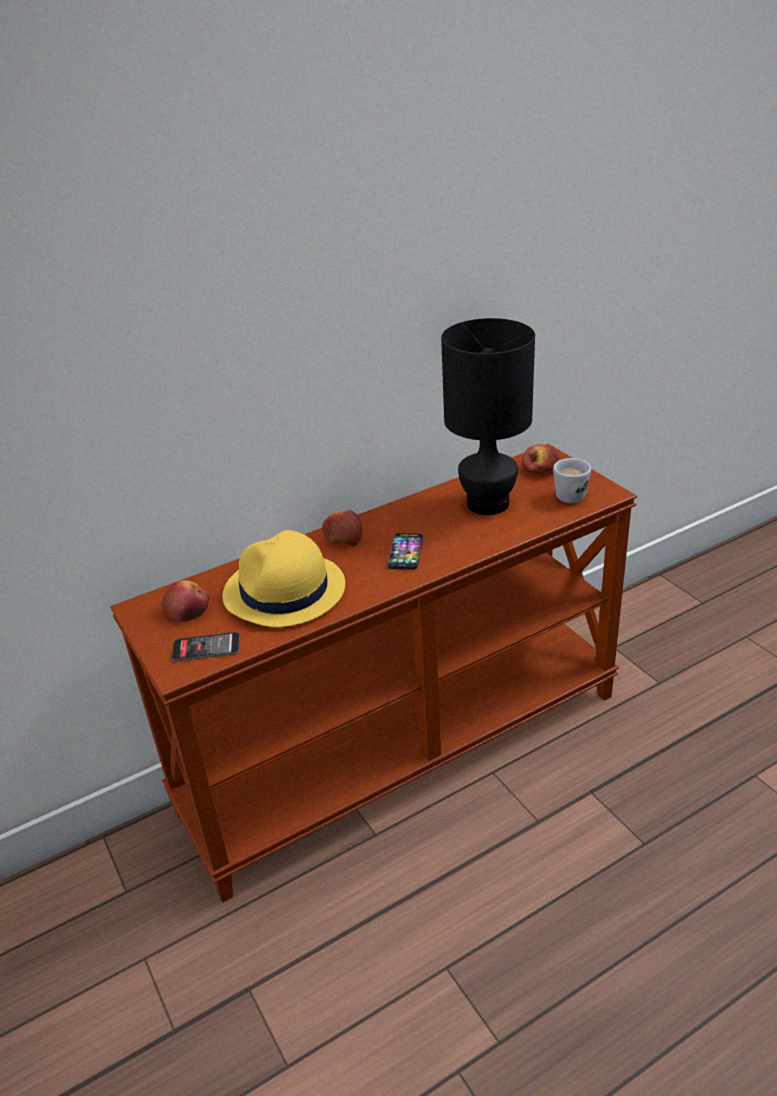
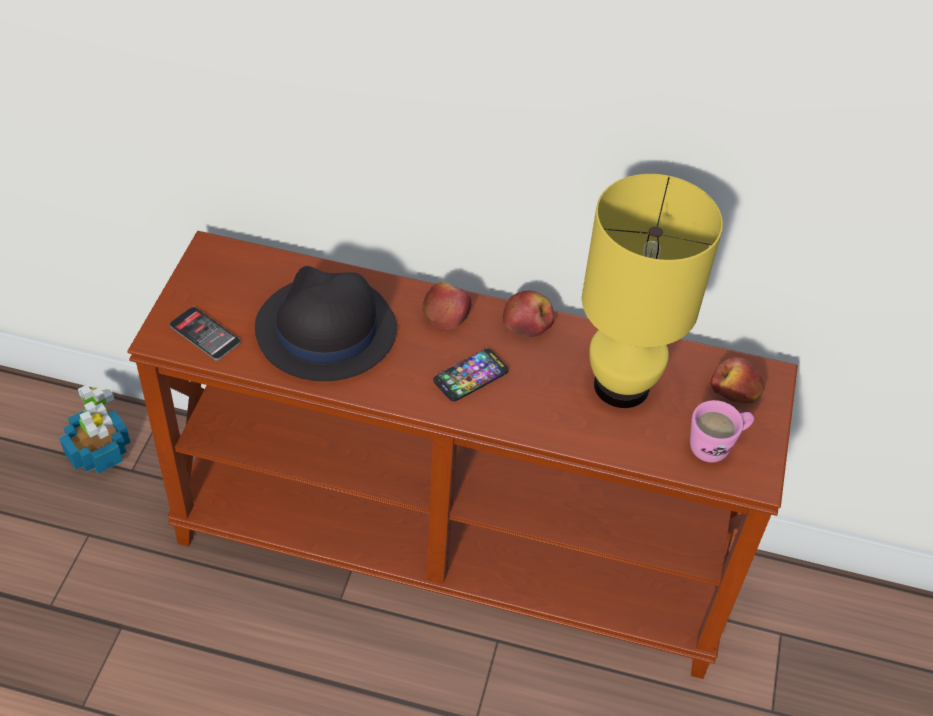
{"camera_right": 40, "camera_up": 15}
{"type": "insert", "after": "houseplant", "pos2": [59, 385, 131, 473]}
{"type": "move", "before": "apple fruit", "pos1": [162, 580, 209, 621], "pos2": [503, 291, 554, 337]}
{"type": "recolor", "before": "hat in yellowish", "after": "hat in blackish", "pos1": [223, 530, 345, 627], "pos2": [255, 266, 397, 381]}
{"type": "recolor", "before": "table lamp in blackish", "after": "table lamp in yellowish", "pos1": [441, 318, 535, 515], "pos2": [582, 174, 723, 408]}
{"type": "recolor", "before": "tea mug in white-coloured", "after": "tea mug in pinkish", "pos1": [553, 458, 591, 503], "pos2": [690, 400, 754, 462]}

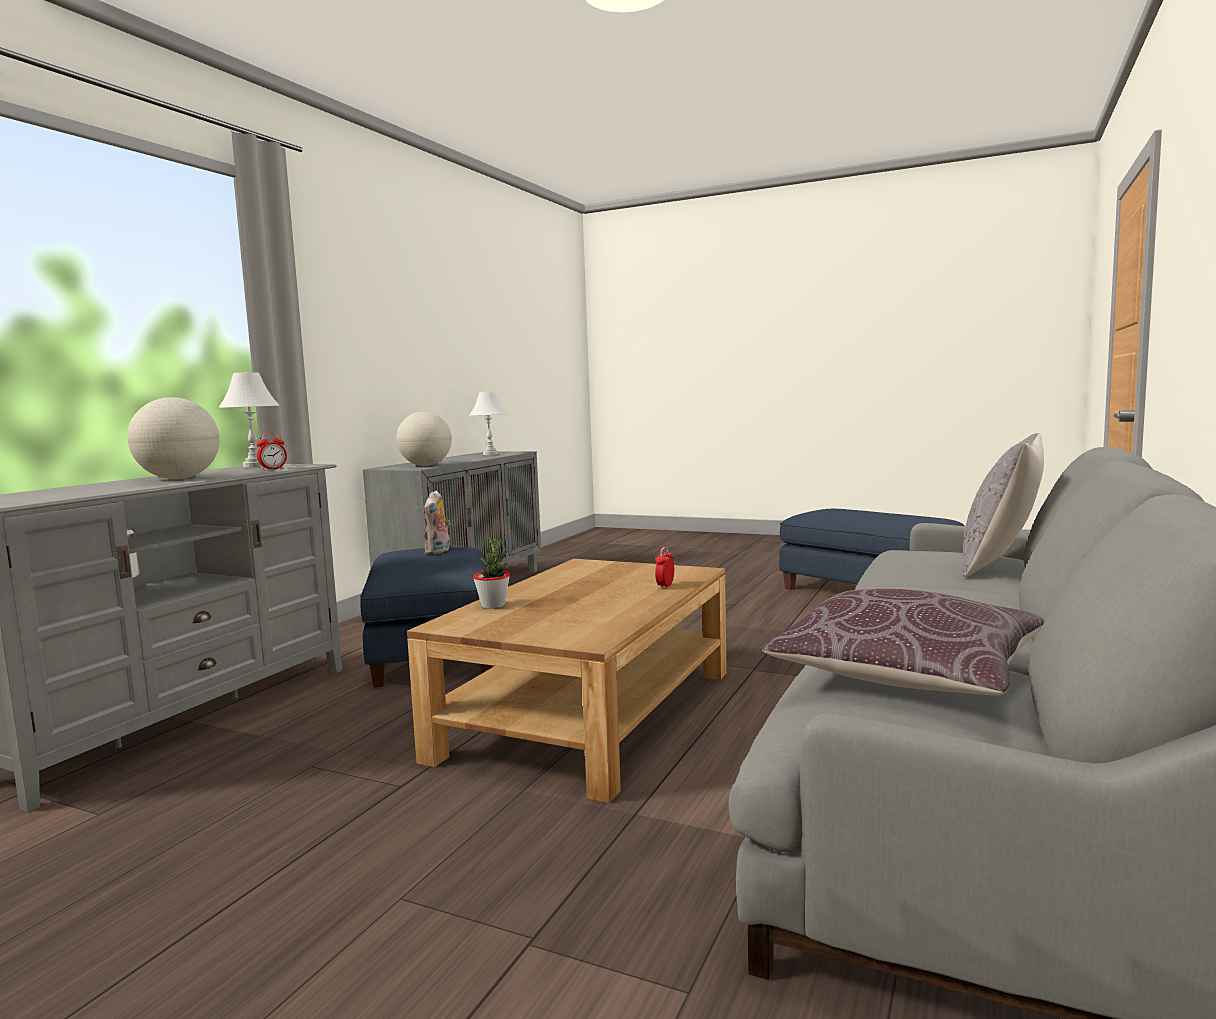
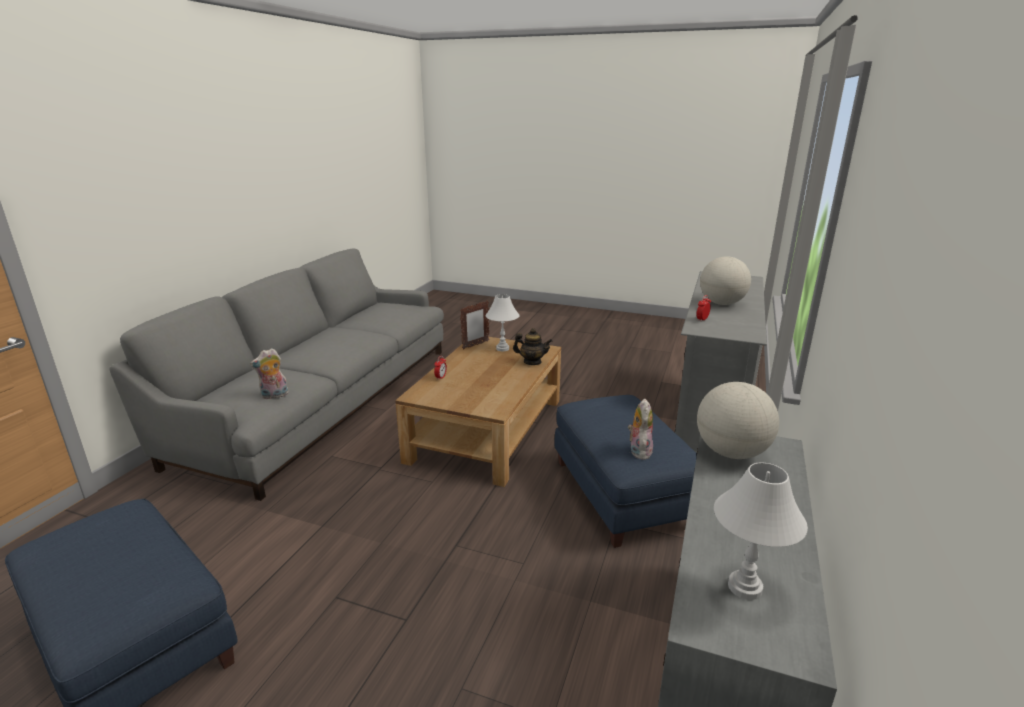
{"camera_right": 175, "camera_up": 15}
{"type": "delete", "before": "cushion in brown", "pos1": [762, 589, 1045, 695]}
{"type": "delete", "before": "cushion in greyish", "pos1": [962, 433, 1044, 577]}
{"type": "insert", "after": "plush toy", "pos2": [250, 348, 289, 399]}
{"type": "insert", "after": "picture frame", "pos2": [460, 301, 489, 349]}
{"type": "move", "before": "table lamp in white-coloured", "pos1": [218, 372, 280, 467], "pos2": [486, 294, 520, 351]}
{"type": "replace", "before": "houseplant", "after": "pot for tea", "pos1": [473, 536, 510, 609], "pos2": [513, 328, 552, 365]}

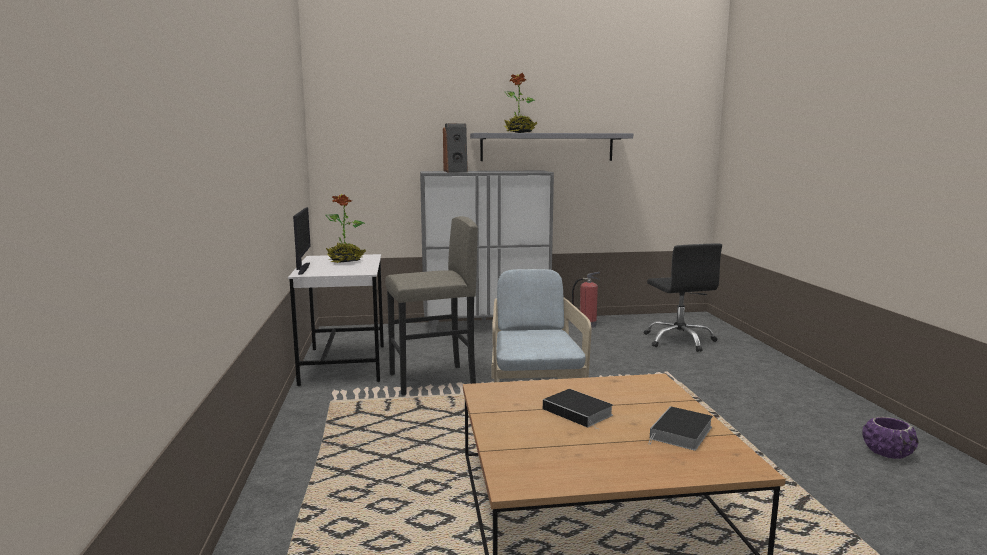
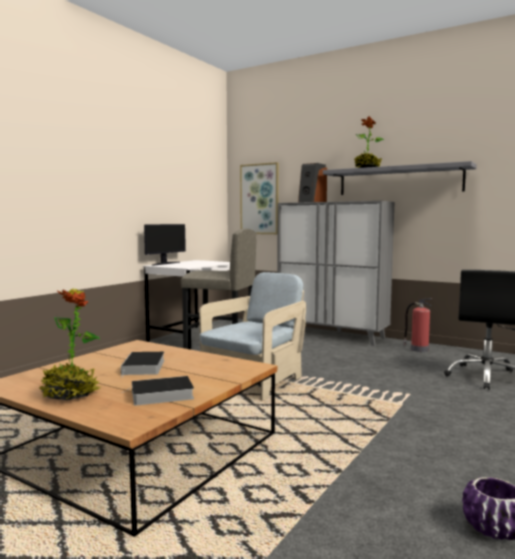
{"camera_right": 40, "camera_up": -5}
{"type": "insert", "after": "wall art", "pos2": [240, 162, 279, 234]}
{"type": "move", "before": "houseplant", "pos1": [325, 194, 366, 263], "pos2": [38, 288, 100, 400]}

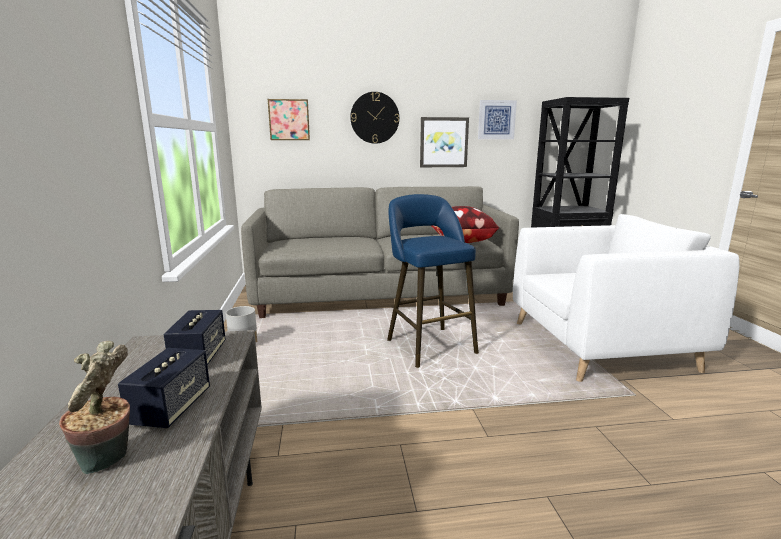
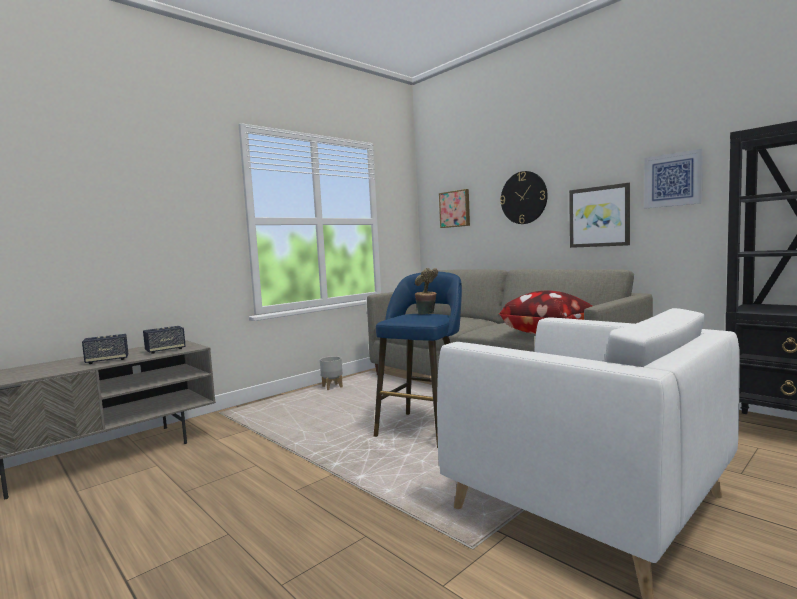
{"camera_right": 55, "camera_up": -10}
{"type": "move", "before": "houseplant", "pos1": [59, 341, 130, 474], "pos2": [415, 268, 438, 315]}

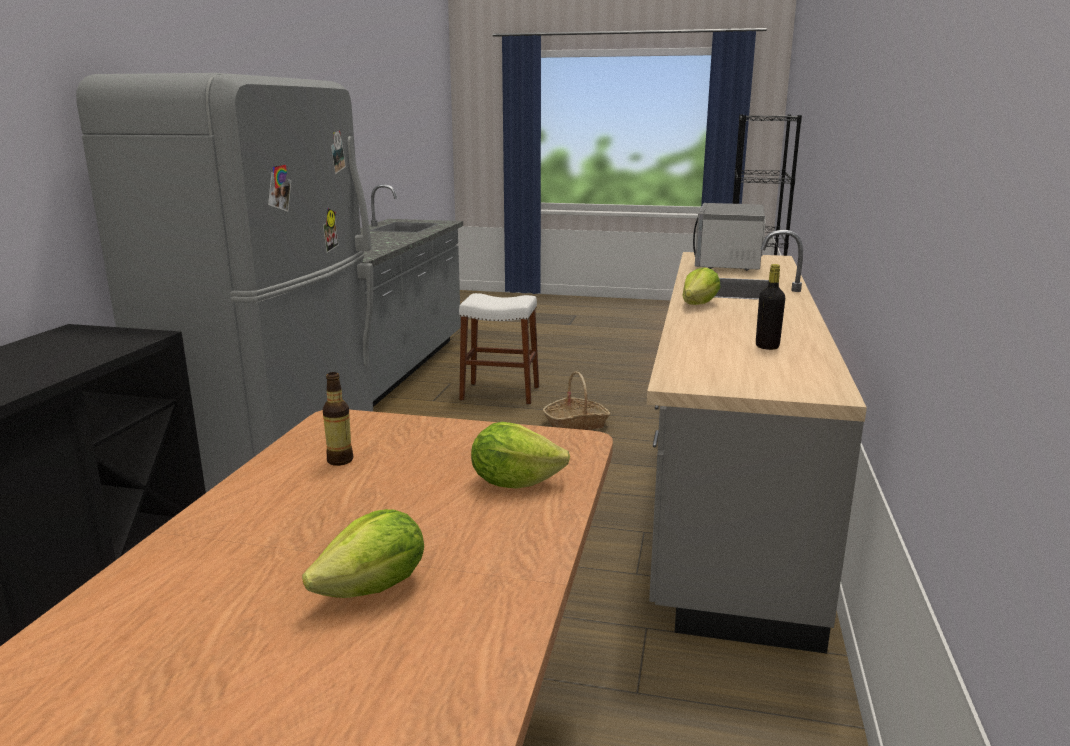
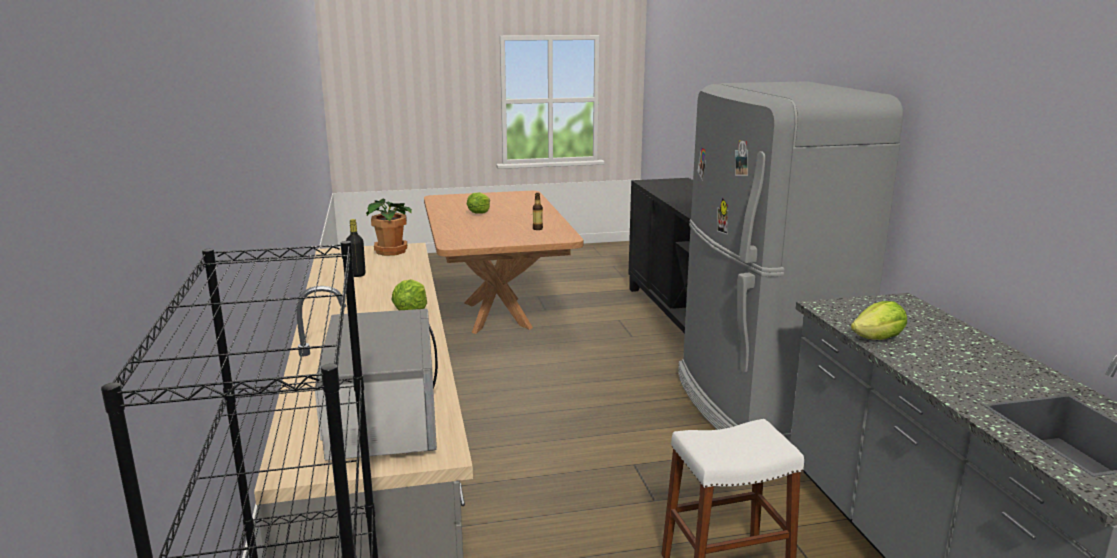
{"camera_right": 155, "camera_up": 0}
{"type": "delete", "before": "basket", "pos1": [543, 371, 611, 430]}
{"type": "insert", "after": "houseplant", "pos2": [366, 198, 412, 256]}
{"type": "move", "before": "head of lettuce", "pos1": [471, 422, 570, 489], "pos2": [851, 301, 907, 340]}

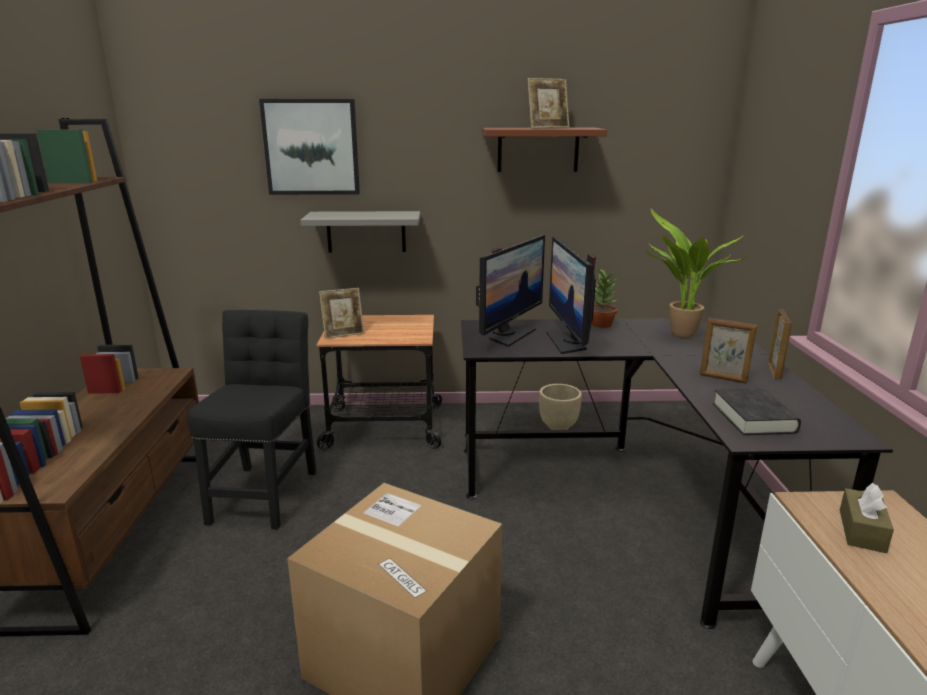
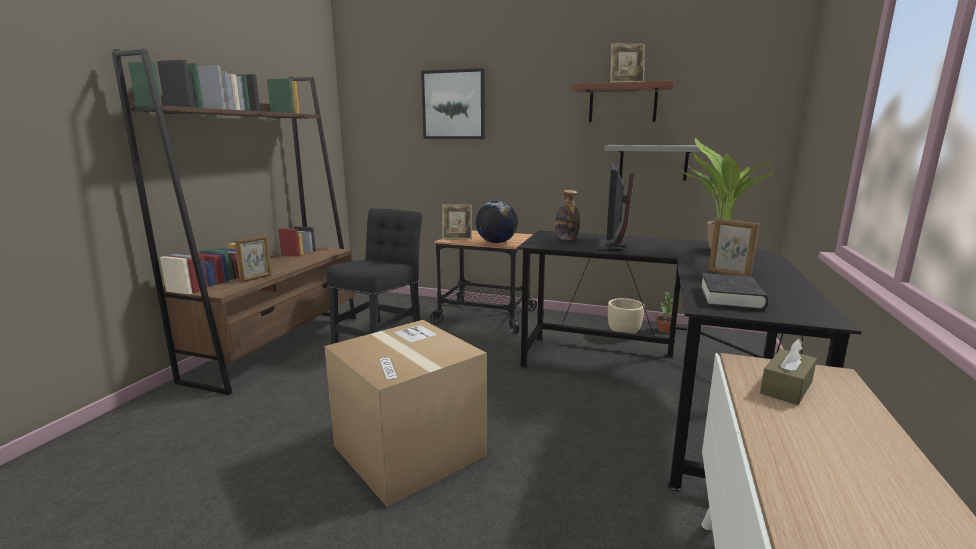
{"camera_right": 20, "camera_up": -5}
{"type": "insert", "after": "world globe", "pos2": [476, 201, 518, 243]}
{"type": "move", "before": "wall shelf in greyish", "pos1": [300, 211, 420, 253], "pos2": [604, 145, 707, 181]}
{"type": "move", "before": "houseplant", "pos1": [591, 268, 617, 328], "pos2": [656, 291, 677, 333]}
{"type": "move", "before": "picture frame", "pos1": [768, 309, 792, 380], "pos2": [234, 235, 272, 282]}
{"type": "replace", "before": "monitor", "after": "drink bottle", "pos1": [476, 235, 545, 347], "pos2": [555, 190, 580, 240]}

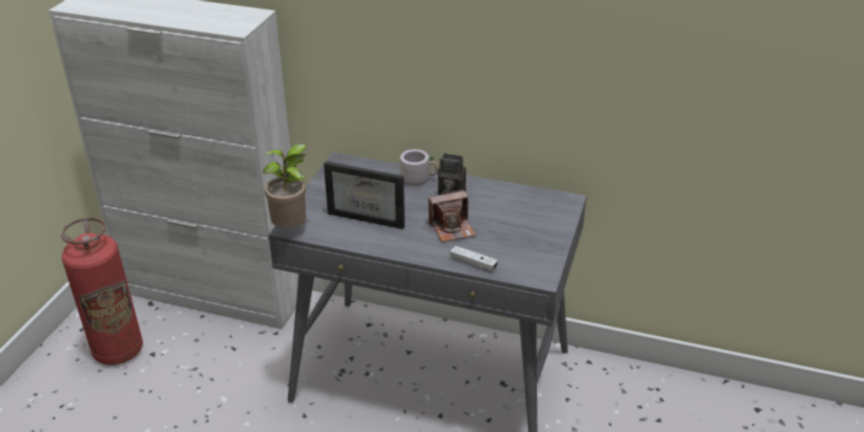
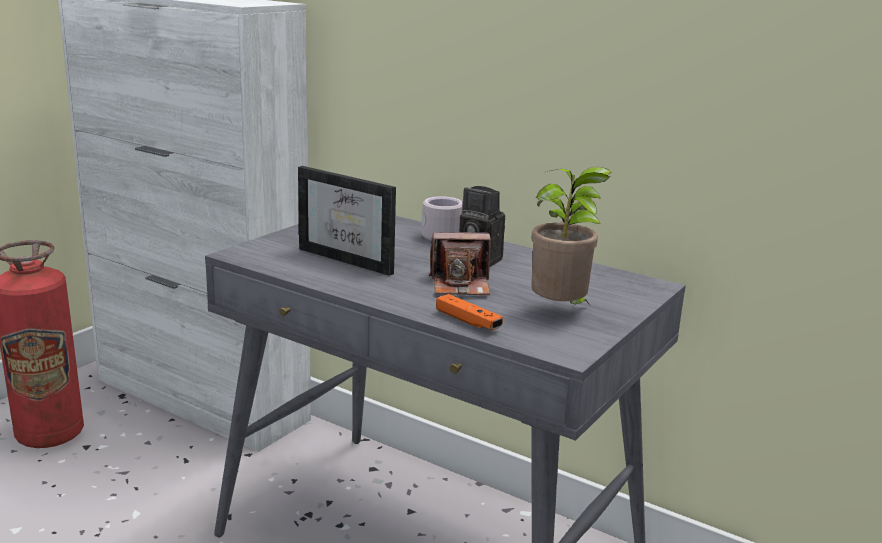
{"camera_right": 15, "camera_up": -15}
{"type": "move", "before": "houseplant", "pos1": [263, 144, 307, 228], "pos2": [531, 167, 612, 305]}
{"type": "recolor", "before": "gamepad in white-coloured", "after": "gamepad in orange-coloured", "pos1": [450, 246, 498, 270], "pos2": [436, 294, 503, 330]}

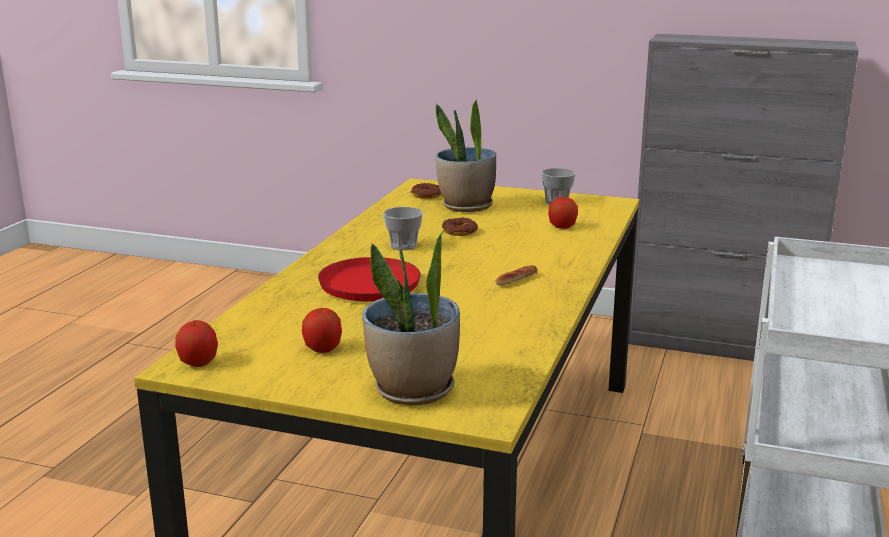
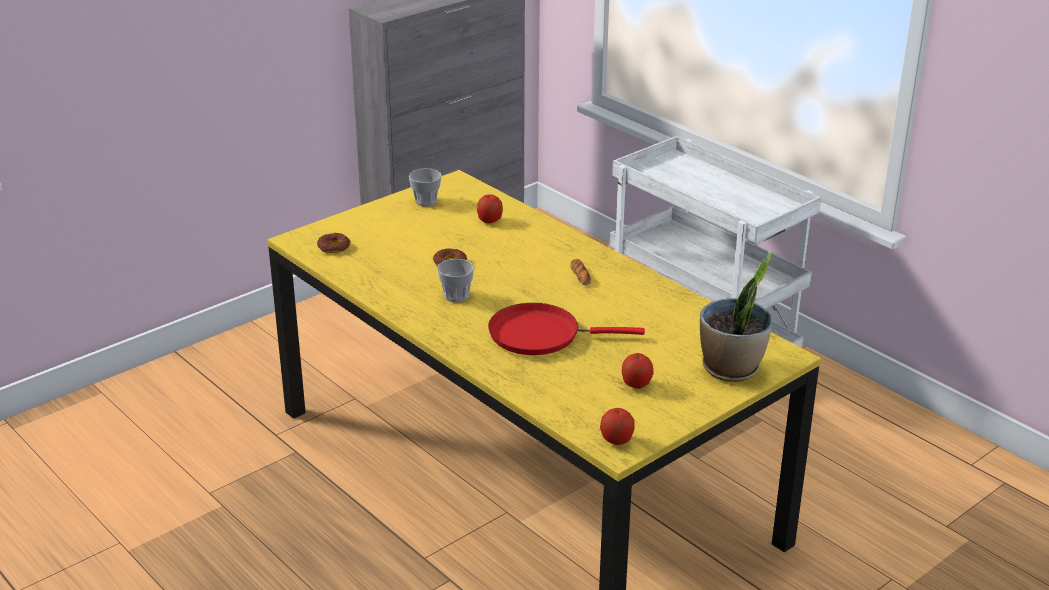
{"camera_right": -60, "camera_up": 10}
{"type": "delete", "before": "houseplant", "pos1": [436, 100, 496, 212]}

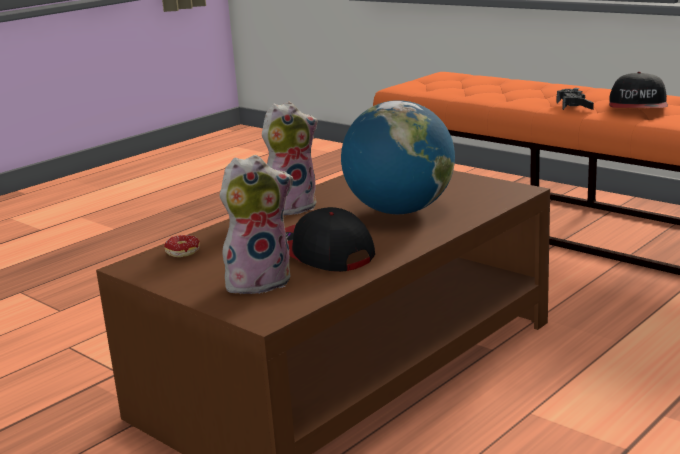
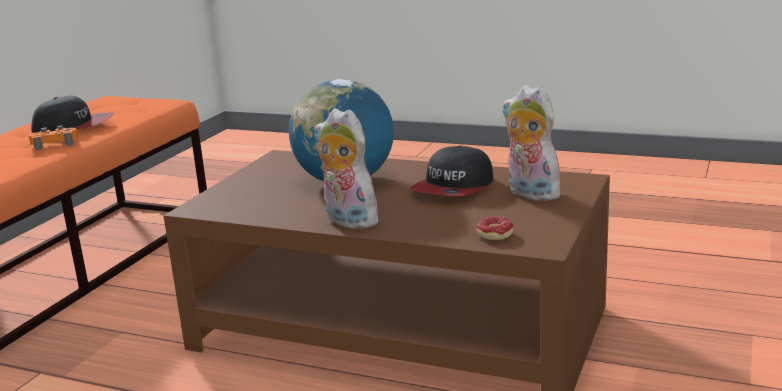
{"camera_right": -110, "camera_up": 0}
{"type": "recolor", "before": "gamepad in blackish", "after": "gamepad in orange-coloured", "pos1": [557, 88, 594, 110], "pos2": [29, 125, 78, 150]}

